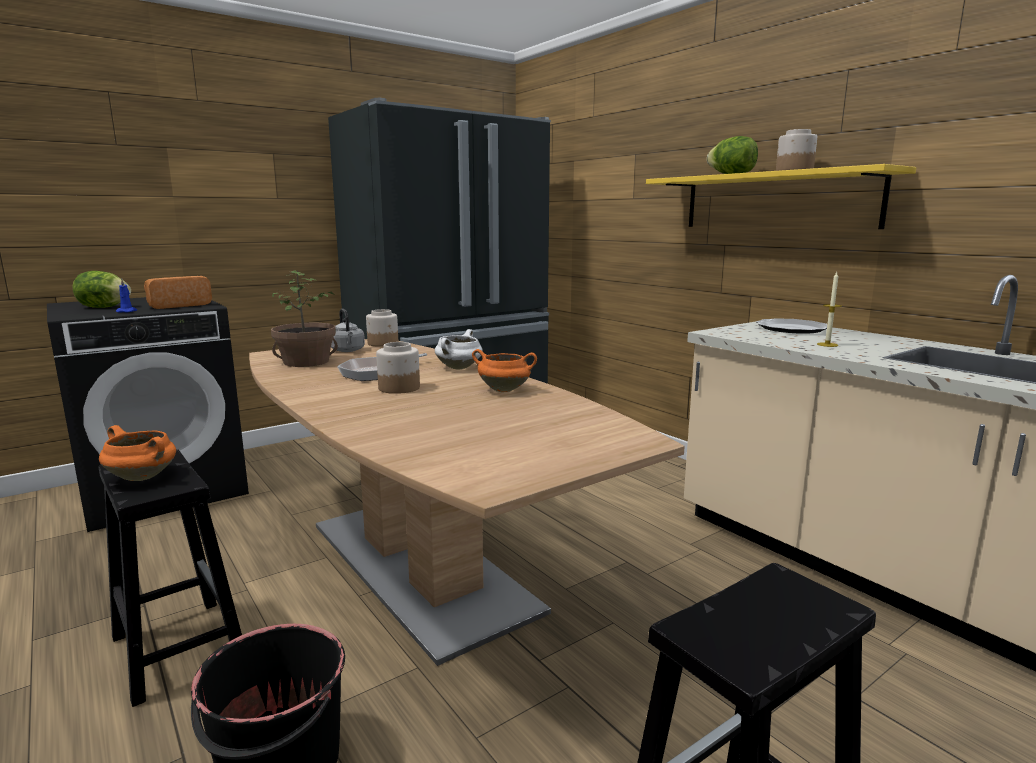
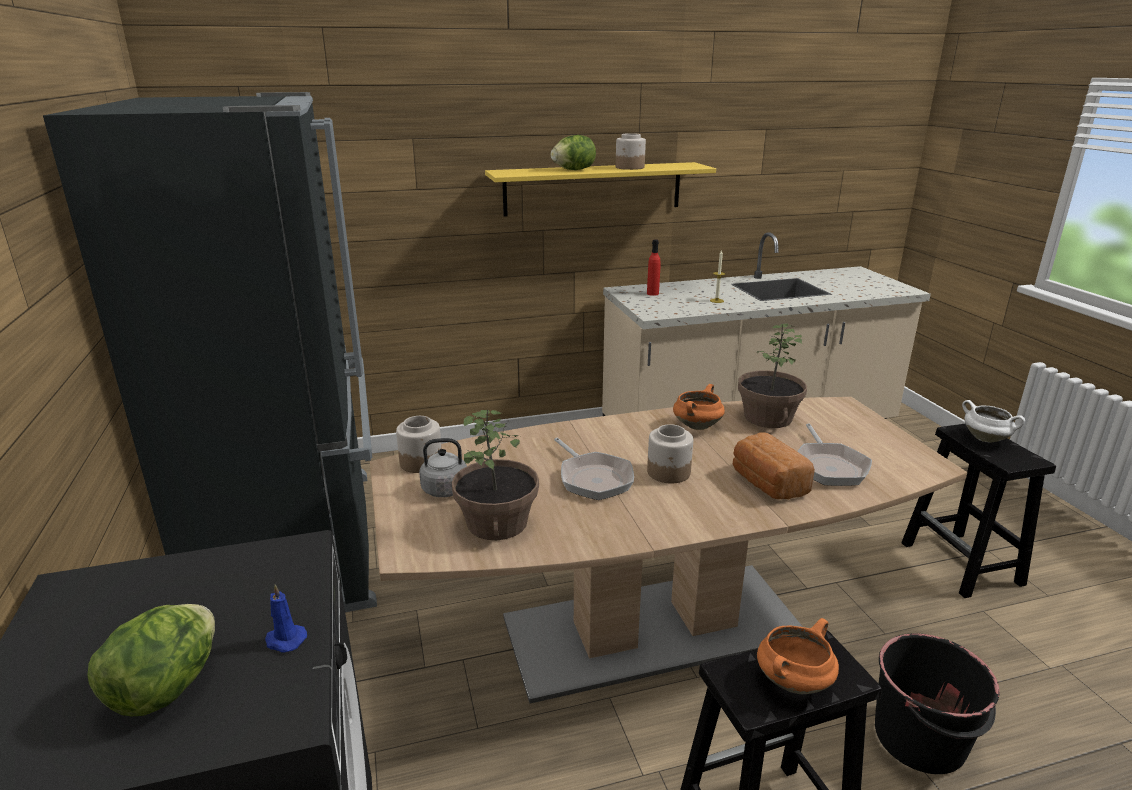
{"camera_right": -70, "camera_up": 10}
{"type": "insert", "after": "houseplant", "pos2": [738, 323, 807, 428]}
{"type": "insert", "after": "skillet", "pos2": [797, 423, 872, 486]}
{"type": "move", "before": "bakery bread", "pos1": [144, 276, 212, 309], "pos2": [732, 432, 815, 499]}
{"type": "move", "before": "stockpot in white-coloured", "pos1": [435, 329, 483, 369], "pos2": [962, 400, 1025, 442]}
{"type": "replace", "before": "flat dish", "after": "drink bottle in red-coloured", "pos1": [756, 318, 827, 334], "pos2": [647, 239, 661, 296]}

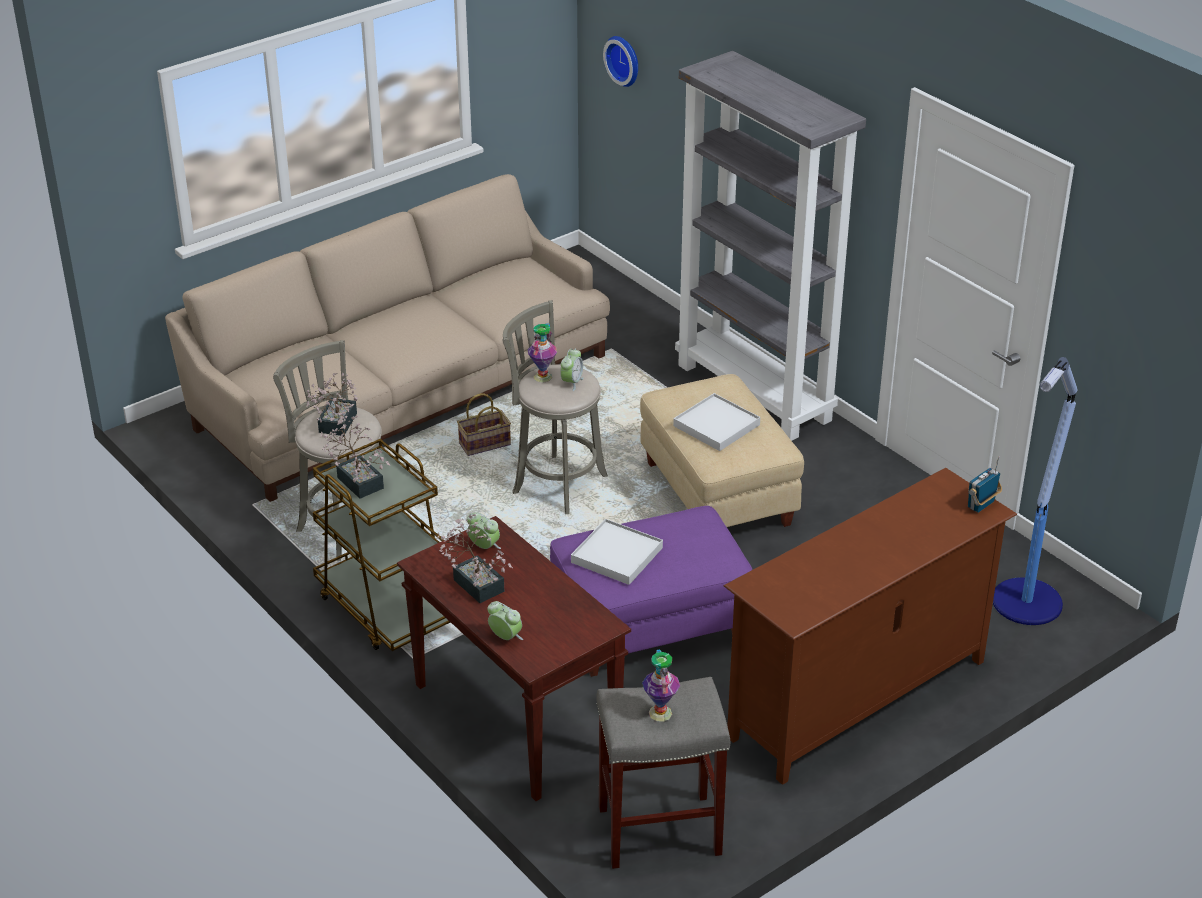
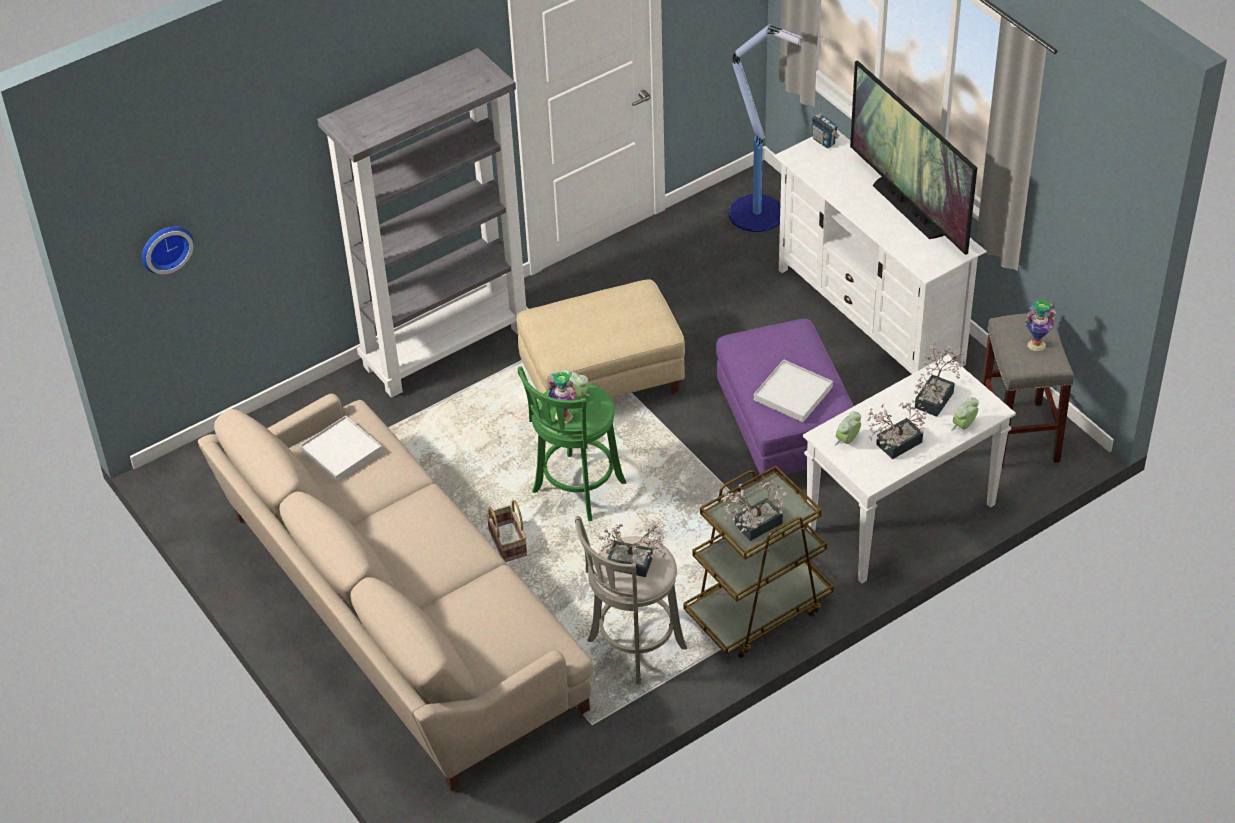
{"camera_right": -85, "camera_up": 10}
{"type": "insert", "after": "television", "pos2": [850, 60, 977, 255]}
{"type": "insert", "after": "houseplant", "pos2": [914, 343, 966, 417]}
{"type": "move", "before": "tray in white-coloured", "pos1": [673, 393, 760, 451], "pos2": [300, 416, 383, 482]}
{"type": "recolor", "before": "hall table in brown", "after": "hall table in white-coloured", "pos1": [397, 516, 631, 801], "pos2": [803, 355, 1016, 583]}
{"type": "recolor", "before": "stool in greyish", "after": "stool in green-coloured", "pos1": [503, 300, 608, 514], "pos2": [518, 366, 627, 521]}
{"type": "recolor", "before": "tv stand in brown", "after": "tv stand in white-coloured", "pos1": [724, 468, 1017, 785], "pos2": [774, 130, 987, 374]}

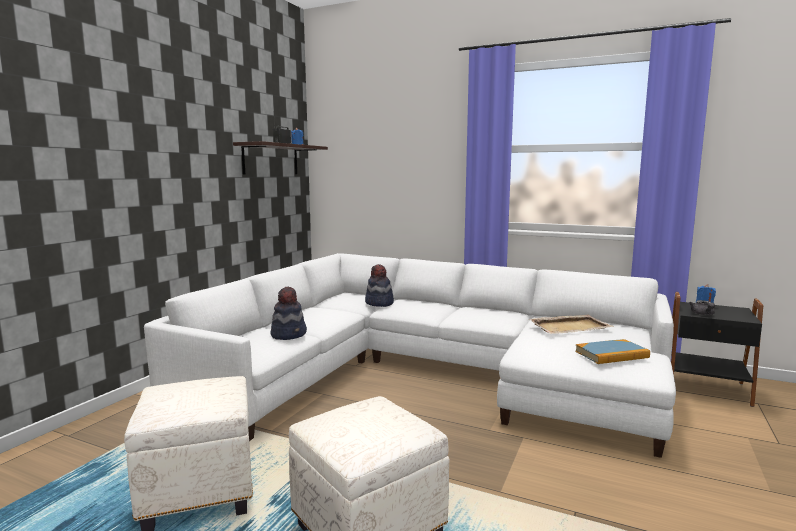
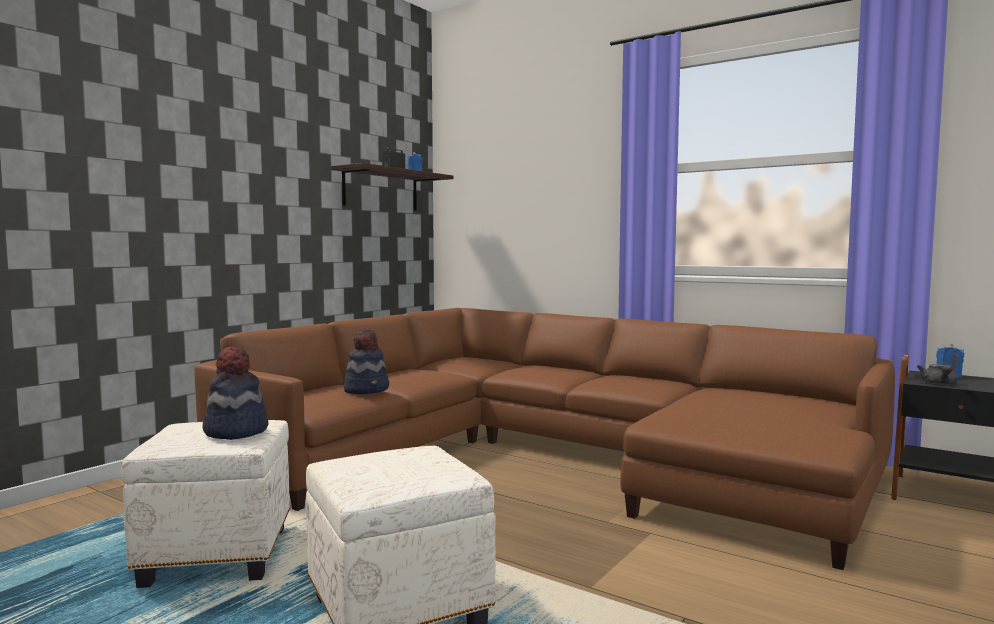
{"camera_right": 10, "camera_up": -5}
{"type": "delete", "before": "tray in beige", "pos1": [529, 314, 614, 334]}
{"type": "delete", "before": "book", "pos1": [575, 339, 650, 364]}
{"type": "move", "before": "hat", "pos1": [365, 264, 394, 307], "pos2": [202, 346, 269, 440]}
{"type": "recolor", "before": "settee in white-coloured", "after": "settee in brown", "pos1": [144, 253, 676, 458], "pos2": [194, 308, 895, 570]}

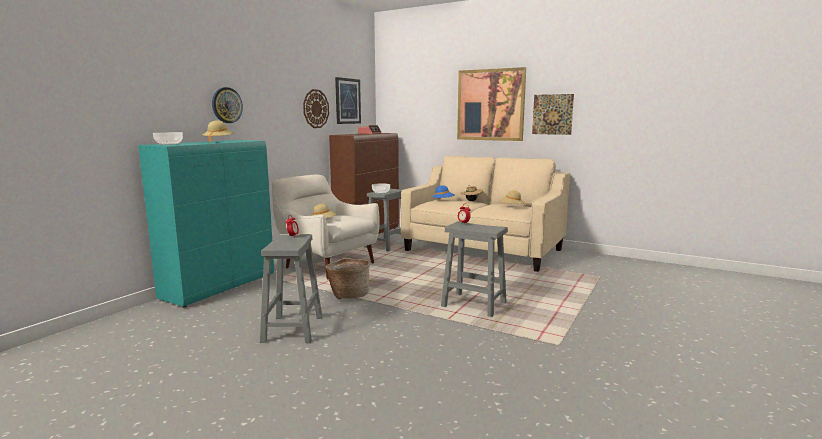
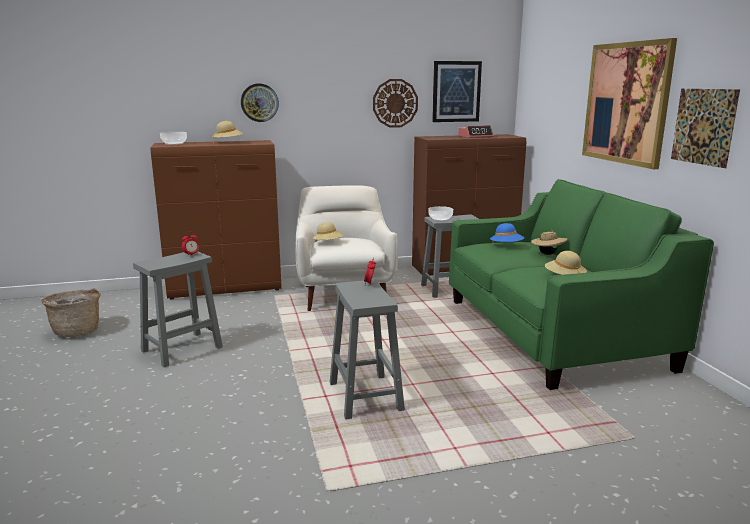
{"camera_right": 45, "camera_up": 5}
{"type": "move", "before": "basket", "pos1": [326, 258, 370, 300], "pos2": [41, 288, 100, 337]}
{"type": "recolor", "before": "cabinet in blue-green", "after": "cabinet in brown", "pos1": [138, 140, 274, 307], "pos2": [150, 140, 281, 300]}
{"type": "recolor", "before": "settee in beige", "after": "settee in green-coloured", "pos1": [401, 156, 570, 272], "pos2": [449, 179, 714, 390]}

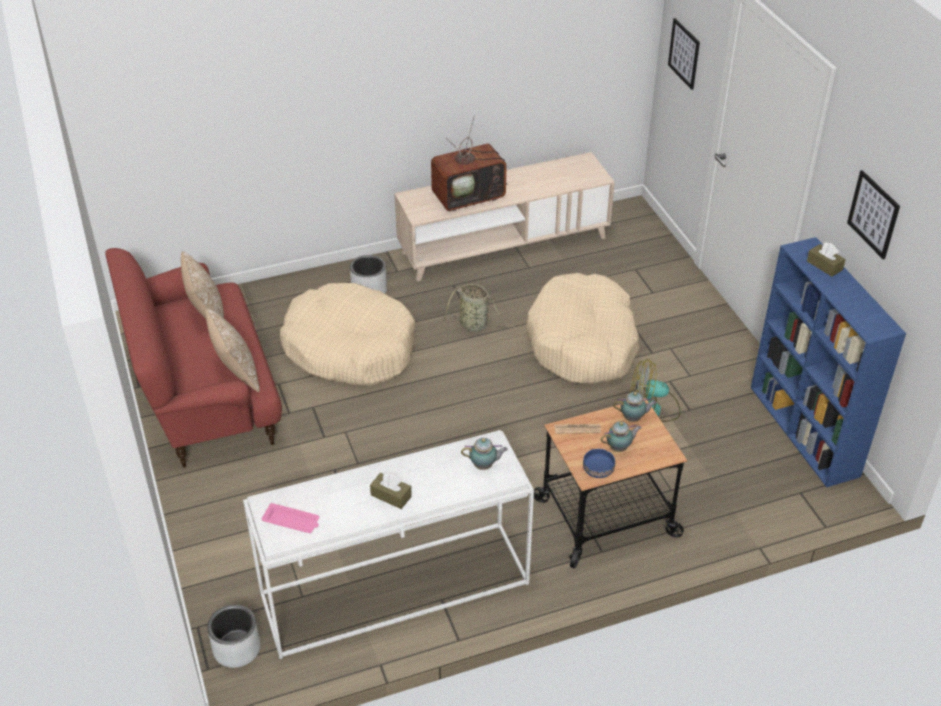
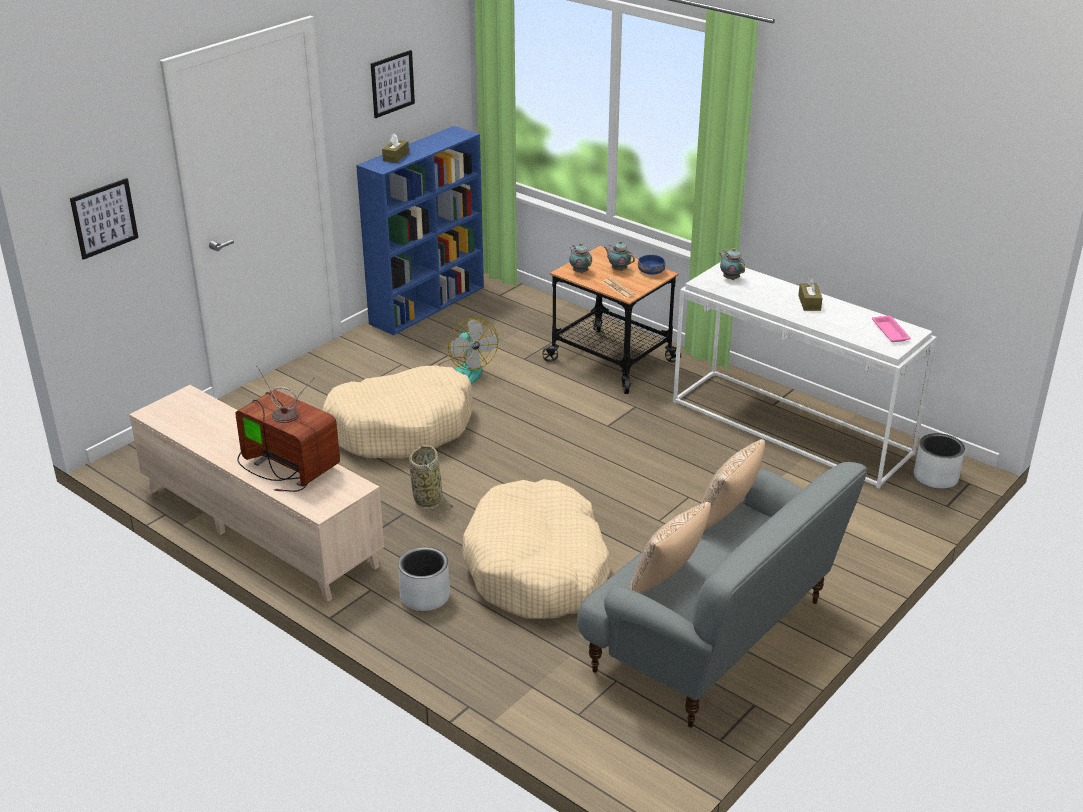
{"camera_right": -120, "camera_up": -10}
{"type": "recolor", "before": "settee in red-coloured", "after": "settee in greyish", "pos1": [105, 248, 282, 468], "pos2": [577, 462, 867, 728]}

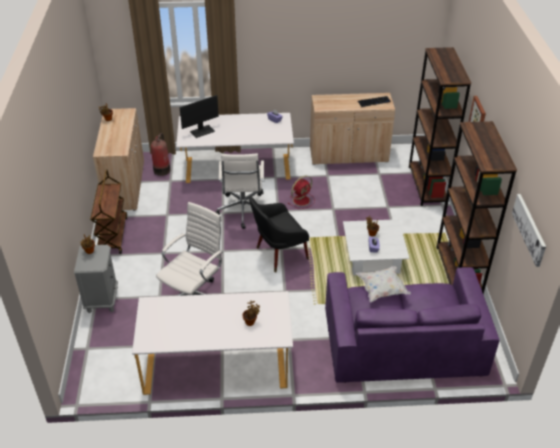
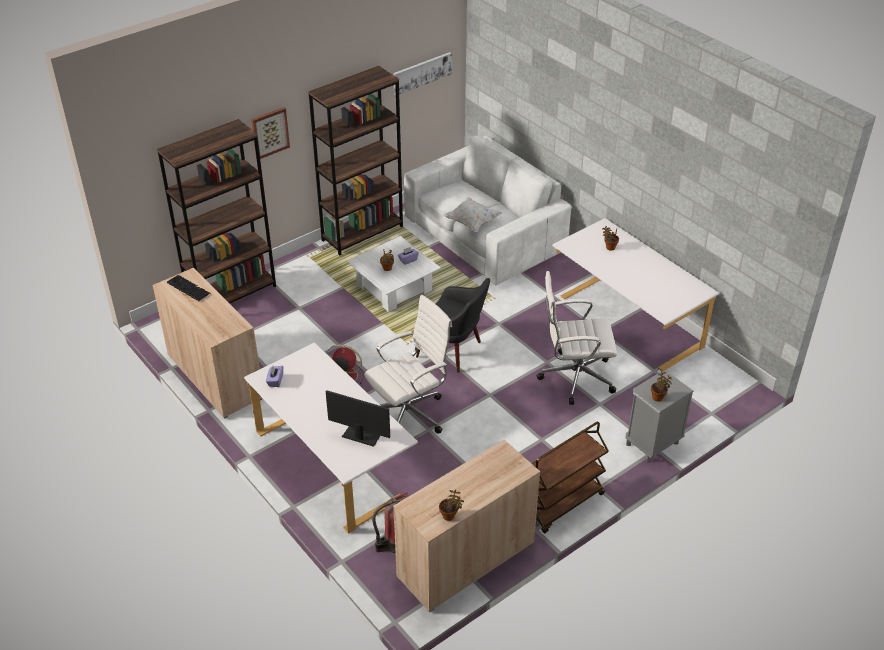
{"camera_right": -125, "camera_up": 0}
{"type": "recolor", "before": "settee in purple-coloured", "after": "settee in white-coloured", "pos1": [325, 267, 500, 383], "pos2": [404, 136, 571, 285]}

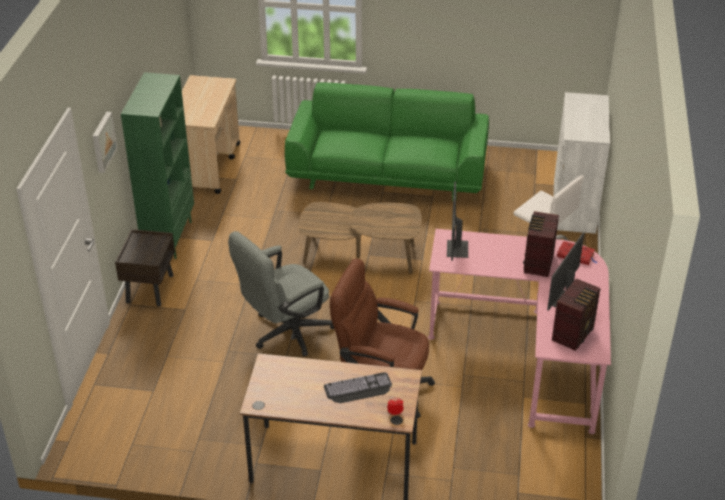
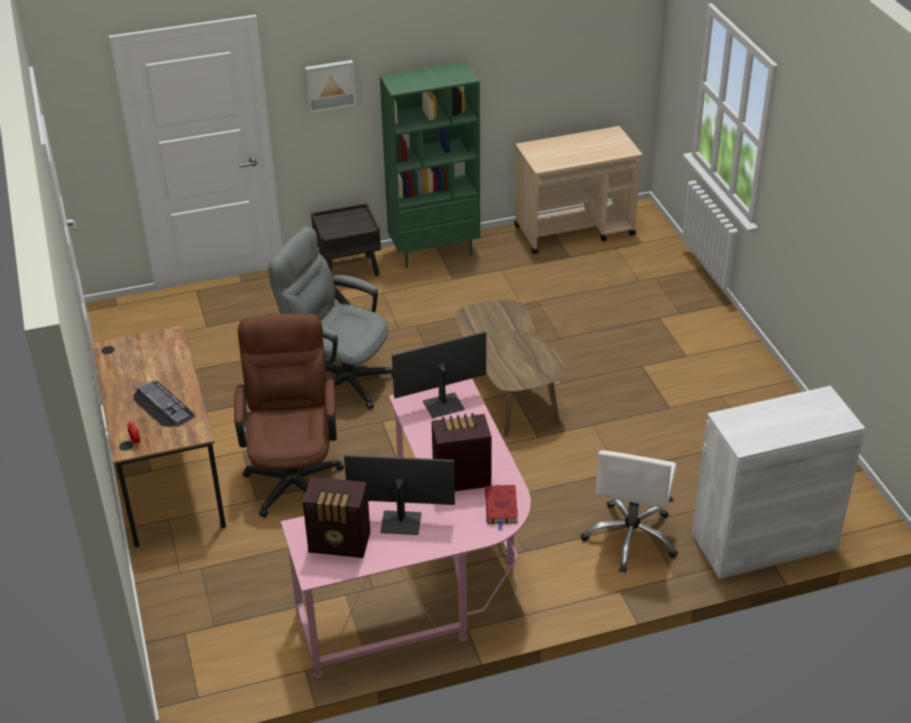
{"camera_right": 65, "camera_up": 0}
{"type": "delete", "before": "settee in green-coloured", "pos1": [285, 82, 489, 201]}

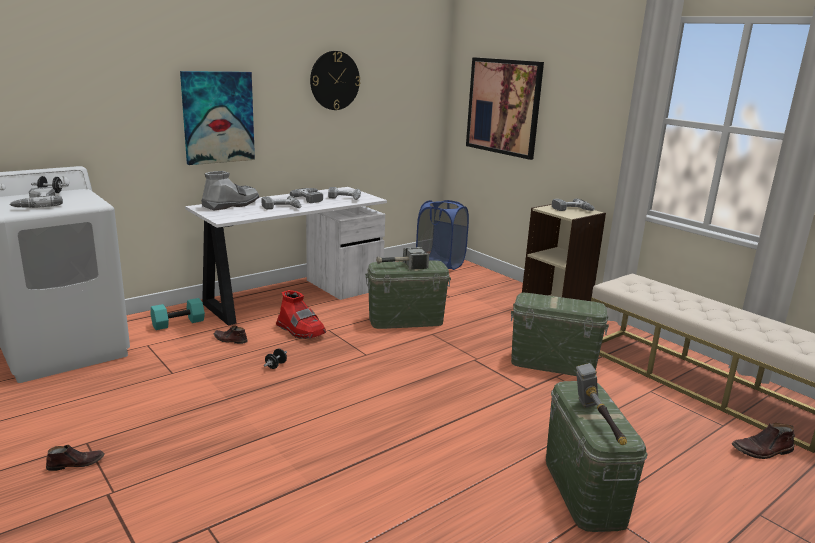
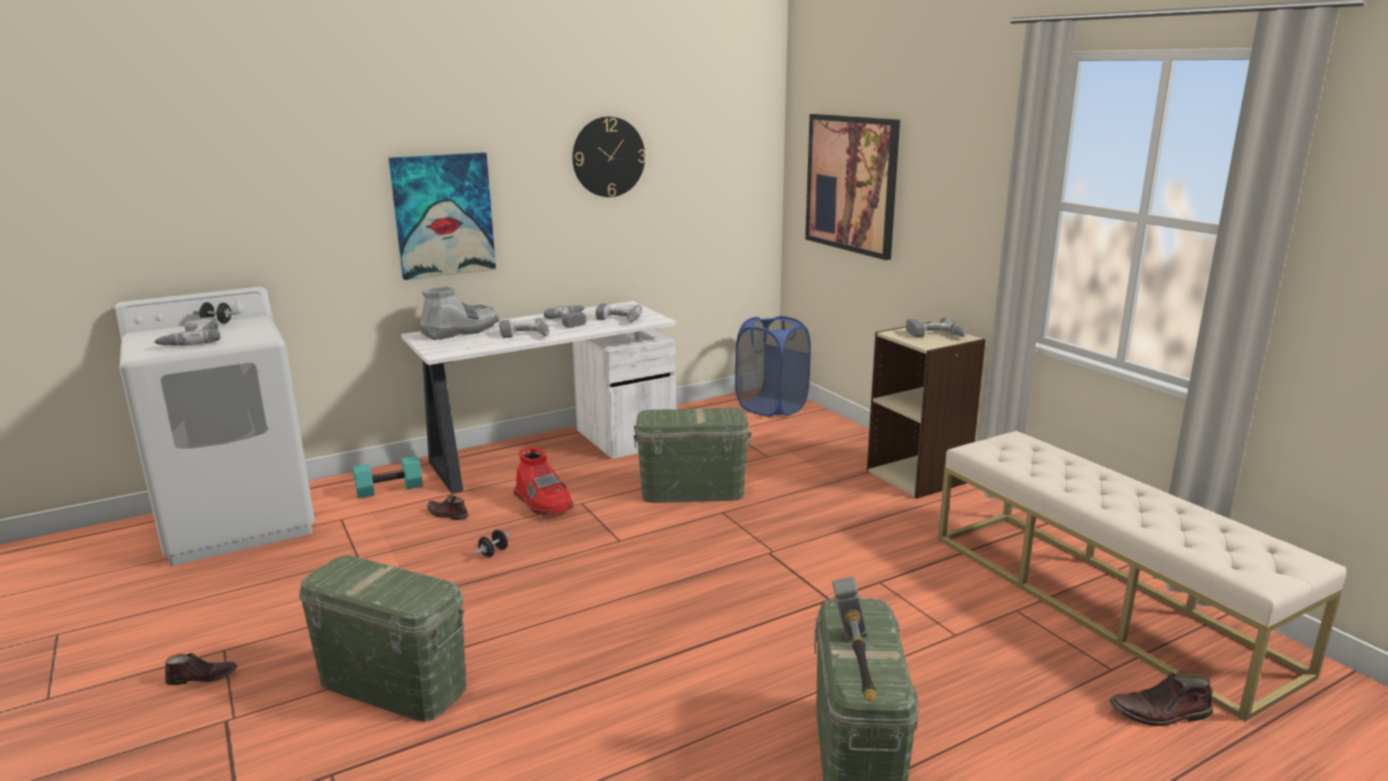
{"camera_right": 10, "camera_up": 0}
{"type": "delete", "before": "tool hammer", "pos1": [376, 247, 429, 270]}
{"type": "move", "before": "storage container in green-coloured", "pos1": [511, 293, 609, 376], "pos2": [299, 555, 466, 722]}

